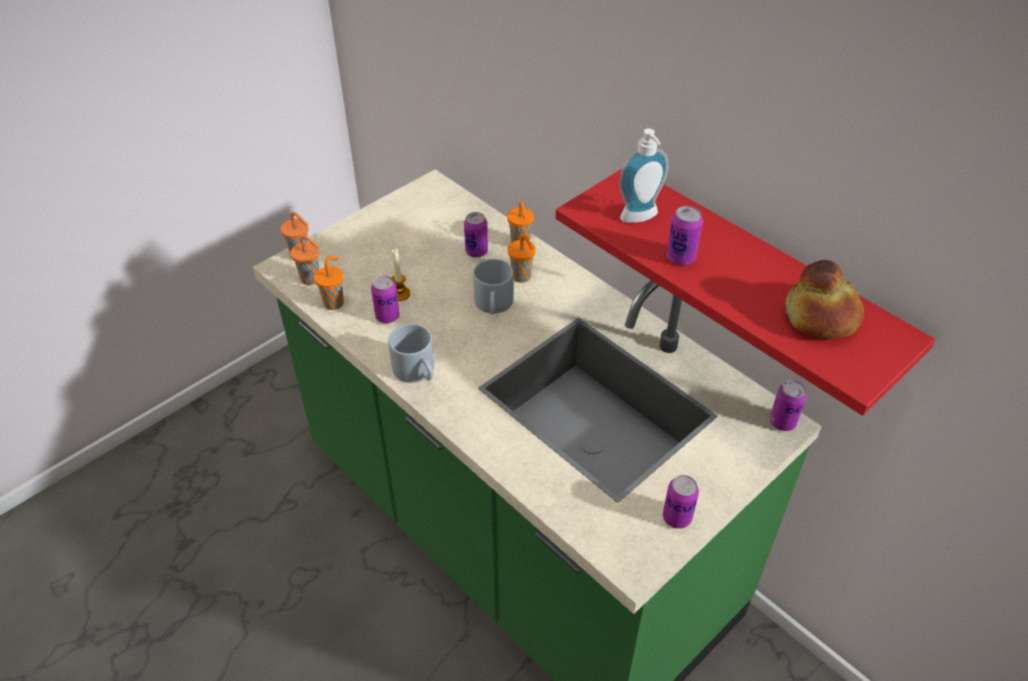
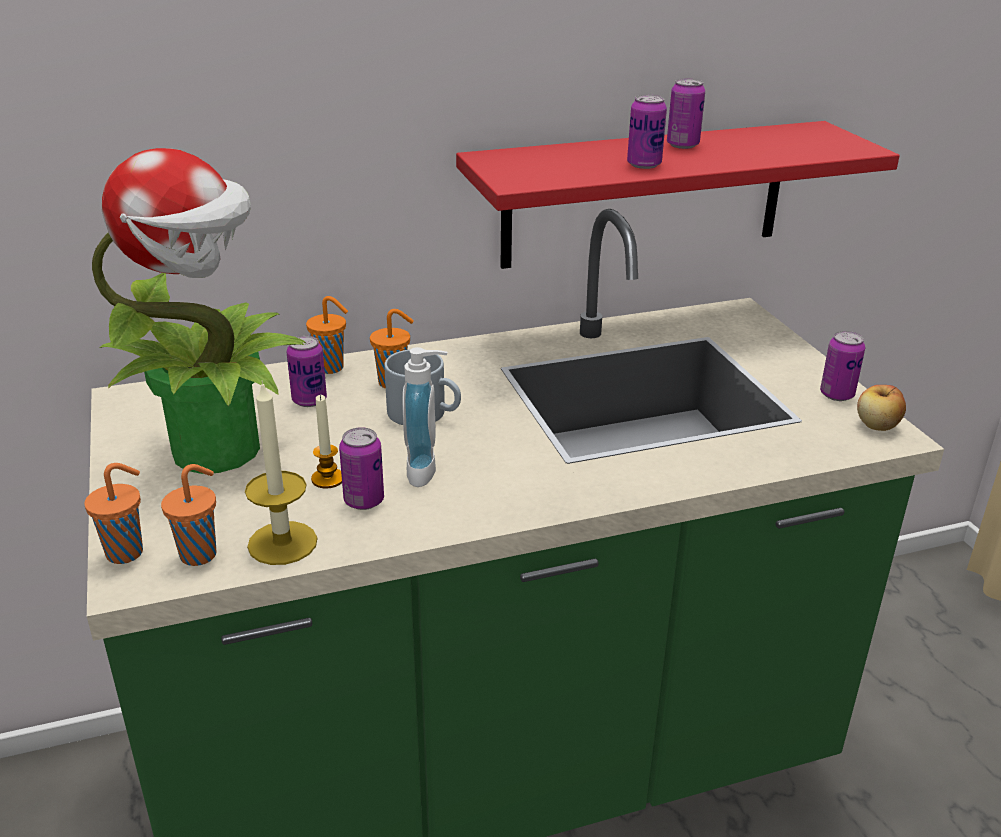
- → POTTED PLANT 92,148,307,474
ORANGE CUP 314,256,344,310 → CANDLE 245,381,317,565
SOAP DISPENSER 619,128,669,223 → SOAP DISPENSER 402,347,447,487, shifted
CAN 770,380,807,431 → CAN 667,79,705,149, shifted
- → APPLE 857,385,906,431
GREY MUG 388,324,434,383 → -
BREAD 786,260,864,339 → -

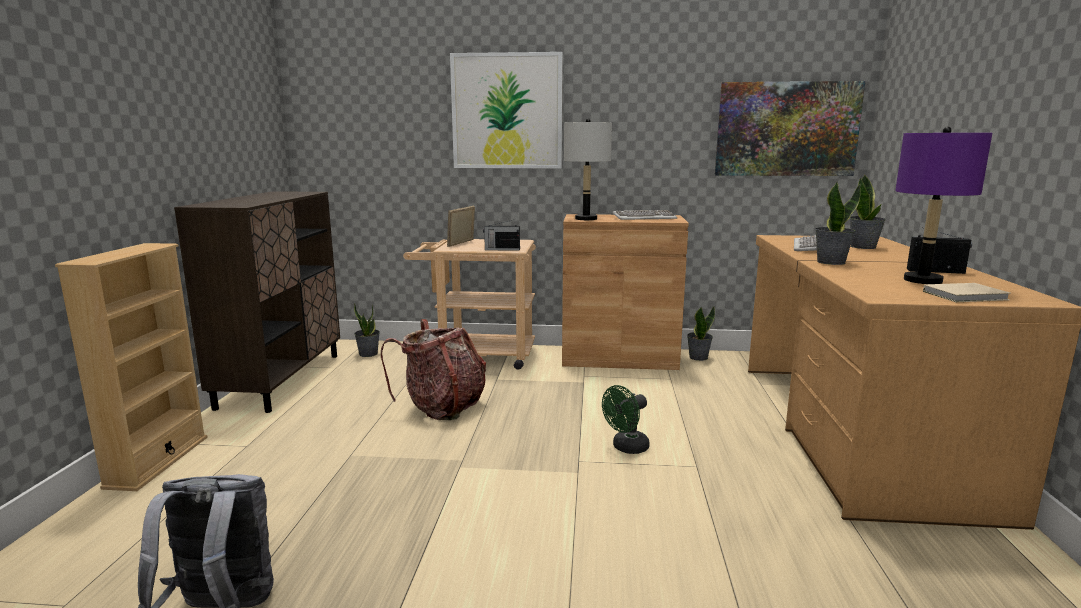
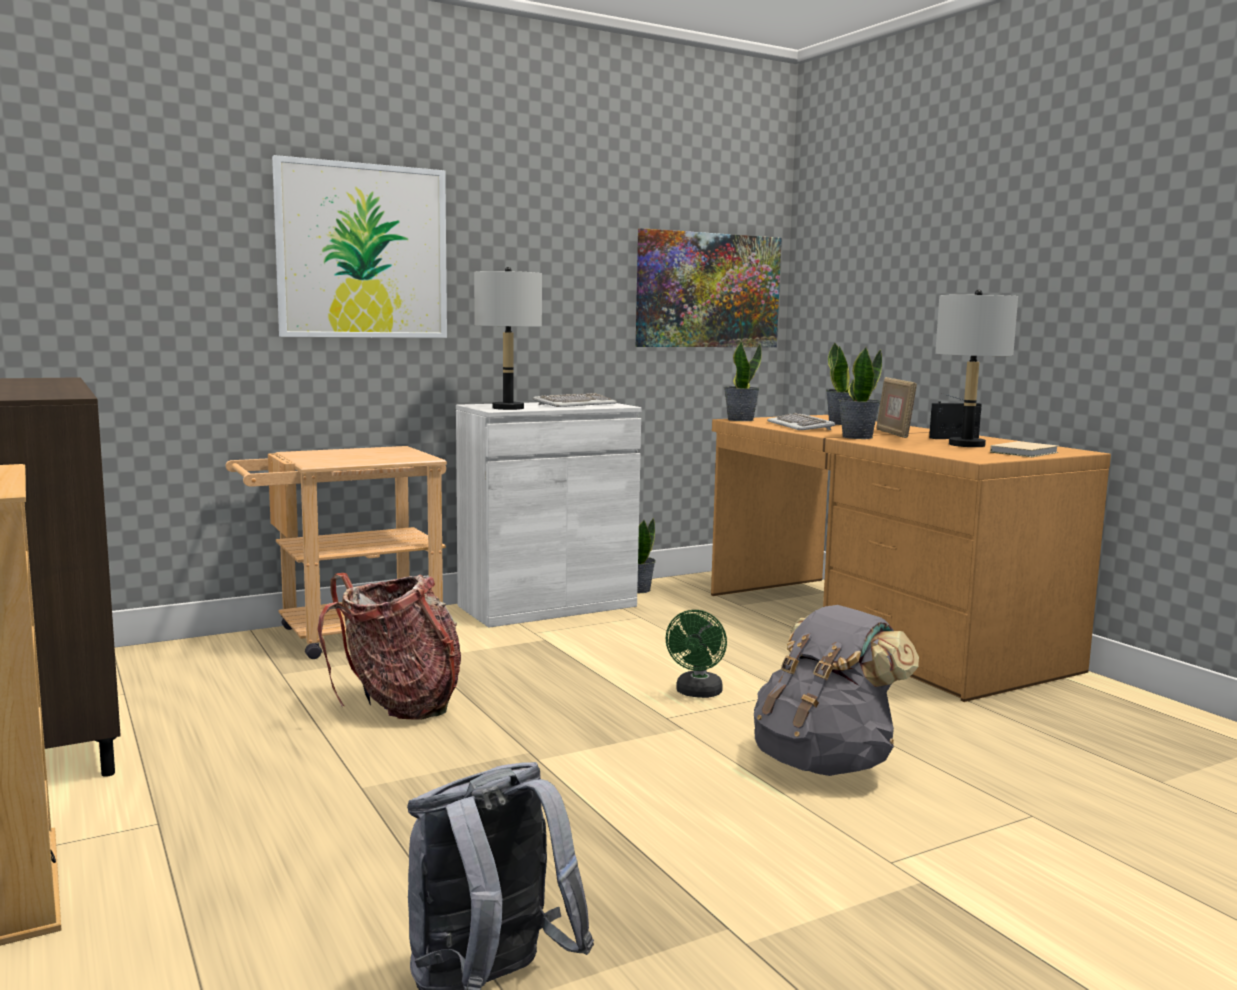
BROWN CABINET 562,214,689,370 → WHITE CABINET 456,402,641,628
POTTED PLANT 354,303,380,357 → POTTED PLANT 724,341,762,421, shifted
- → GREY BACKPACK 754,605,919,776
PICTURE FRAME 447,206,475,247 → PICTURE FRAME 876,377,917,438, shifted
PURPLE TABLE LAMP 895,127,992,284 → GREY TABLE LAMP 935,290,1018,447
RADIO 483,219,520,251 → -

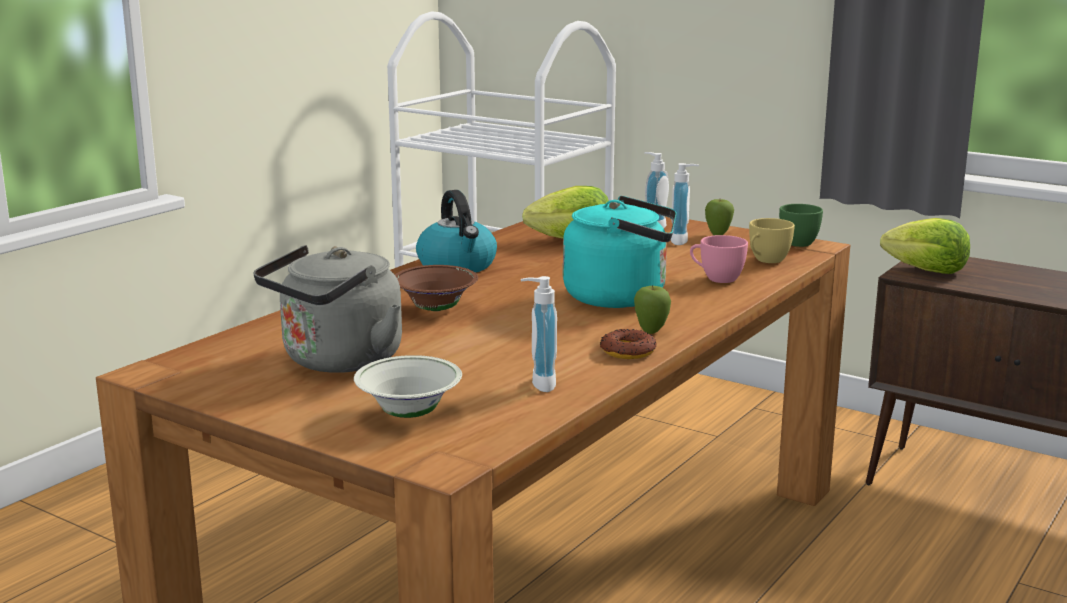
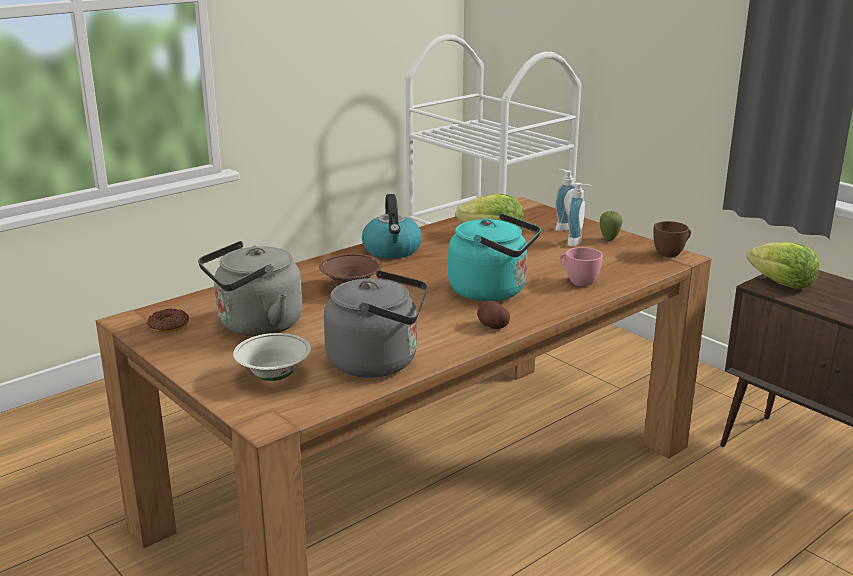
DONUT 600,329,657,359 → DONUT 147,308,189,333, shifted
SOAP DISPENSER 521,276,557,392 → GREY KETTLE 324,270,428,378
APPLE 634,285,671,334 → POTATO 477,301,510,329
GREEN CUP 779,204,823,247 → BROWN CUP 653,221,691,257
YELLOW CUP 749,218,795,263 → -

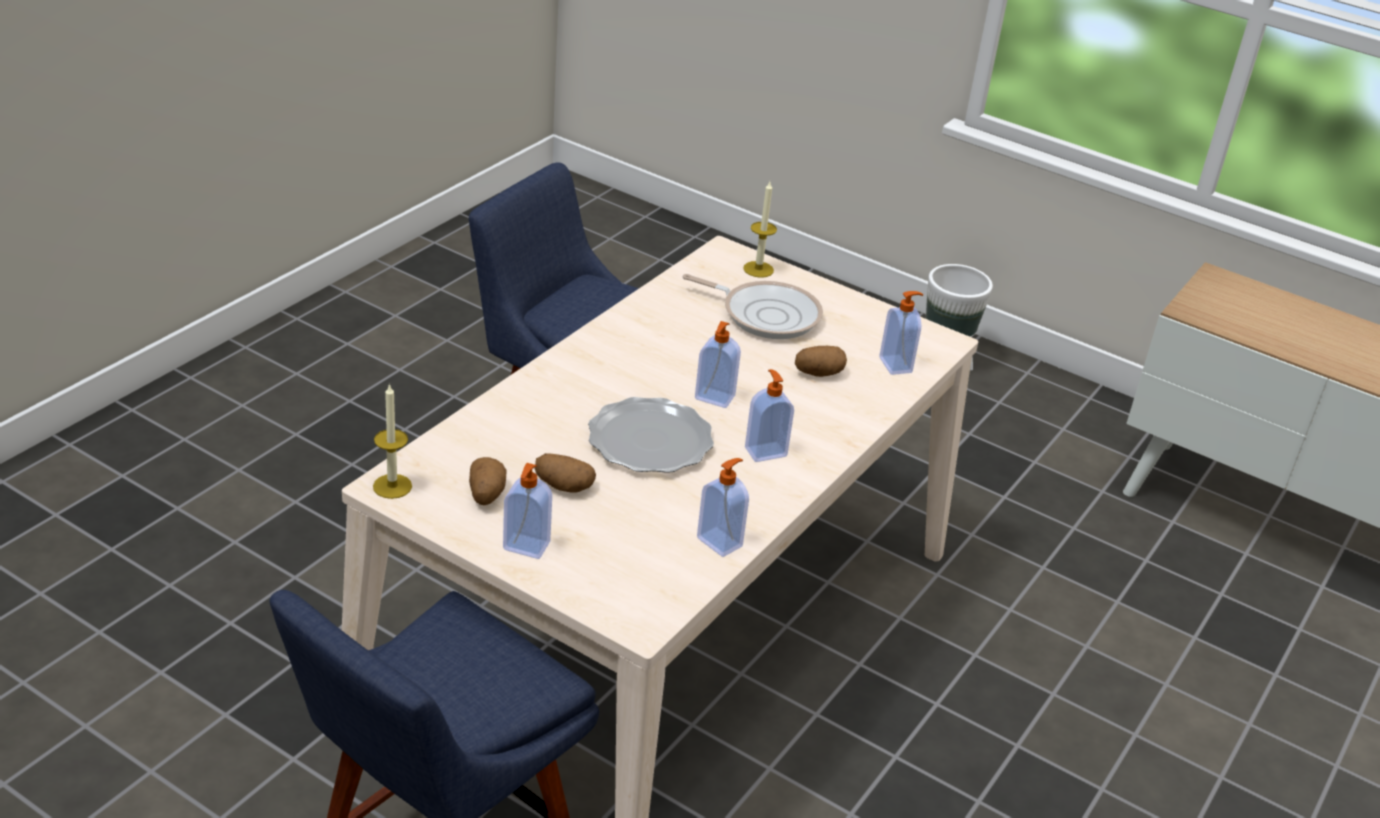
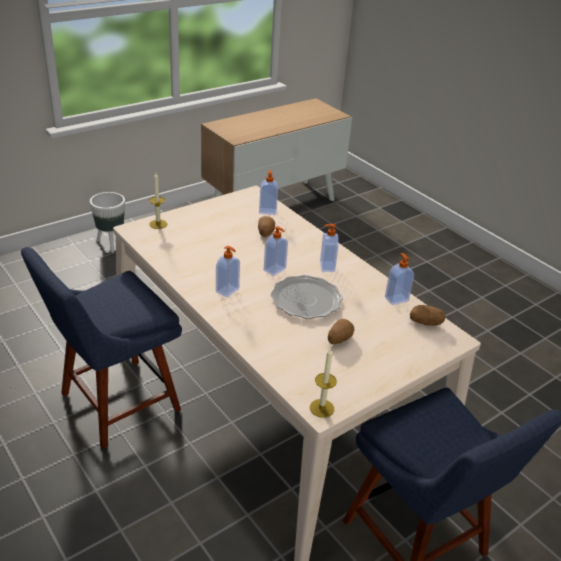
SOAP DISPENSER 503,463,552,559 → SOAP DISPENSER 216,246,240,298, shifted
POTATO 469,457,507,505 → POTATO 410,305,445,326, shifted
FRYING PAN 682,274,823,339 → -

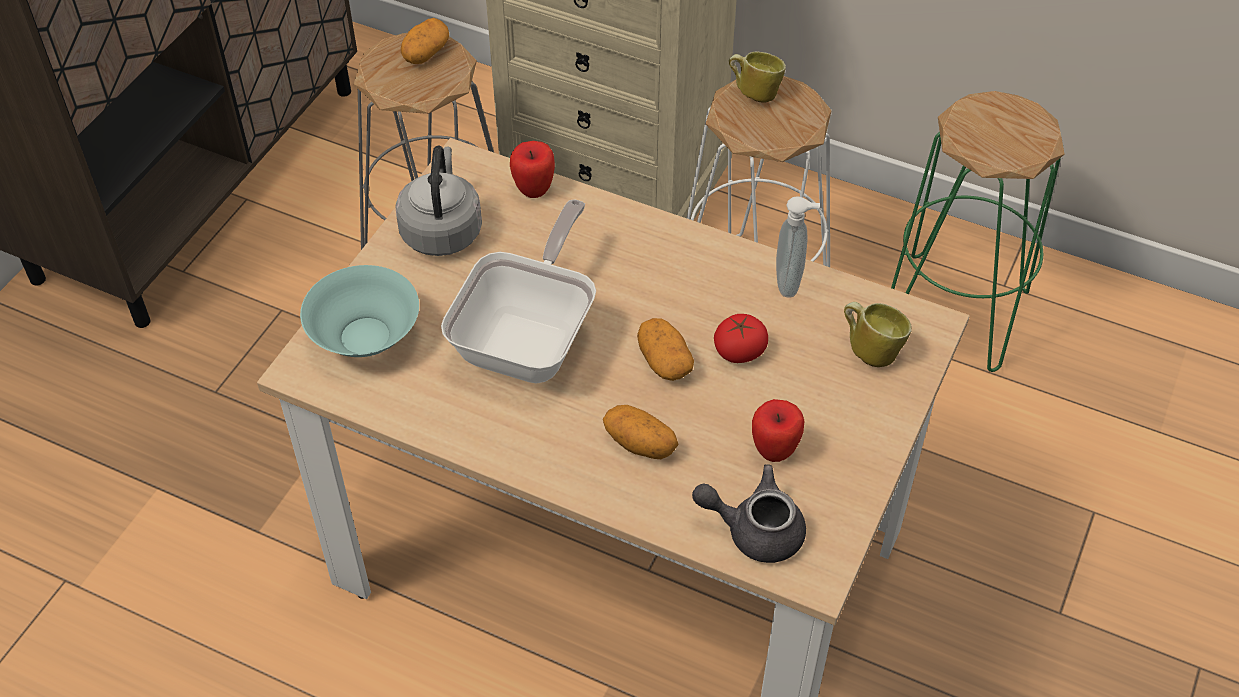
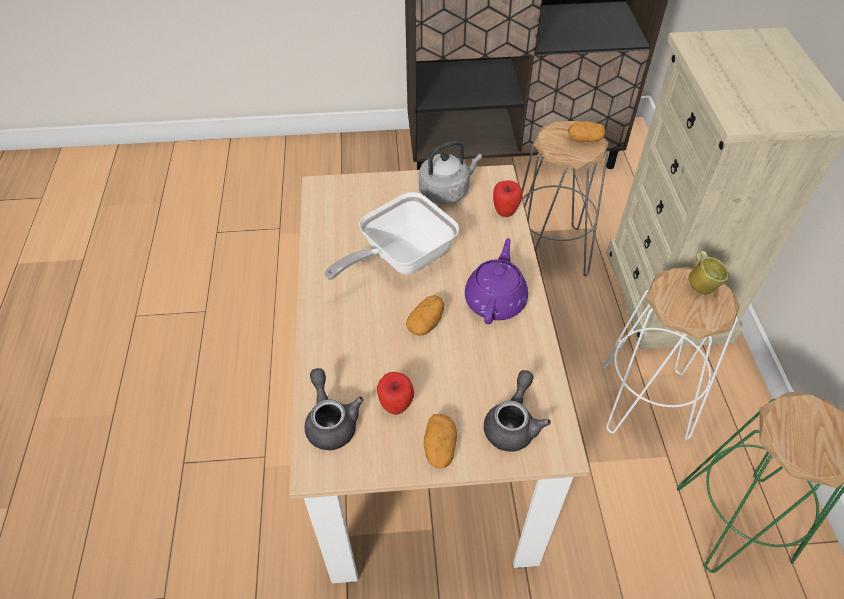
FRYING PAN 441,199,596,383 → FRYING PAN 324,192,459,280, 150 degrees clockwise
POTATO 603,405,679,459 → POTATO 424,414,457,468, shifted
- → PURPLE TEAPOT 465,238,528,324
MUG 844,302,912,367 → GREY TEAPOT 484,370,551,451
TURQUOISE BOWL 300,265,419,357 → -
TOMATO 714,314,768,363 → -
SOAP DISPENSER 776,196,820,298 → -

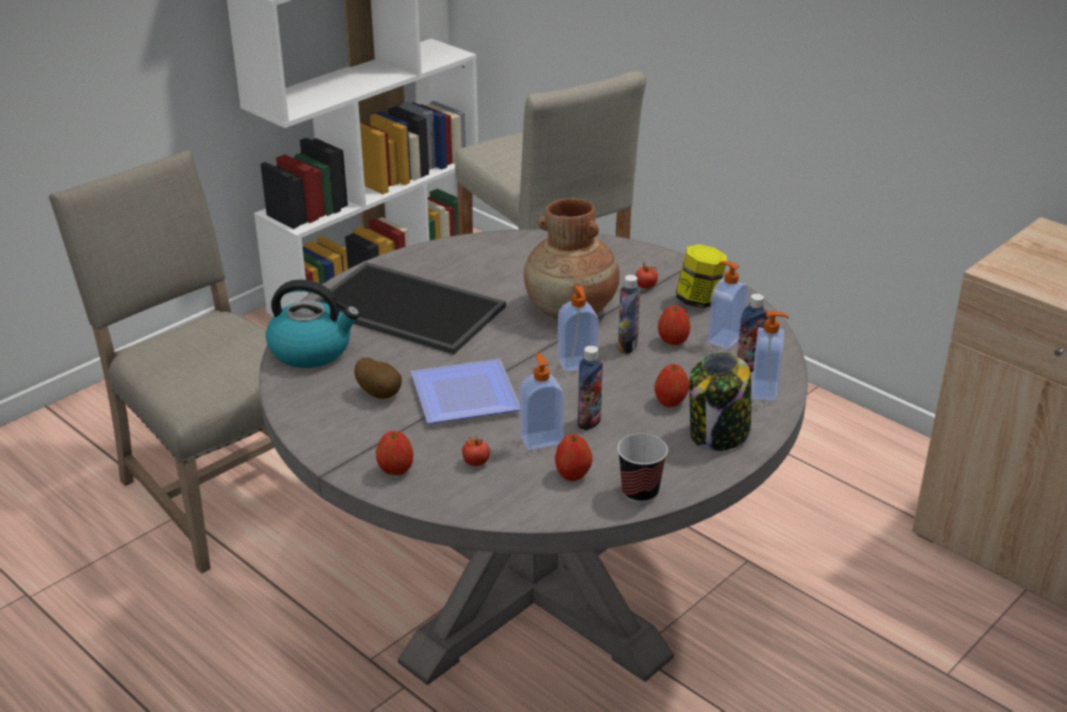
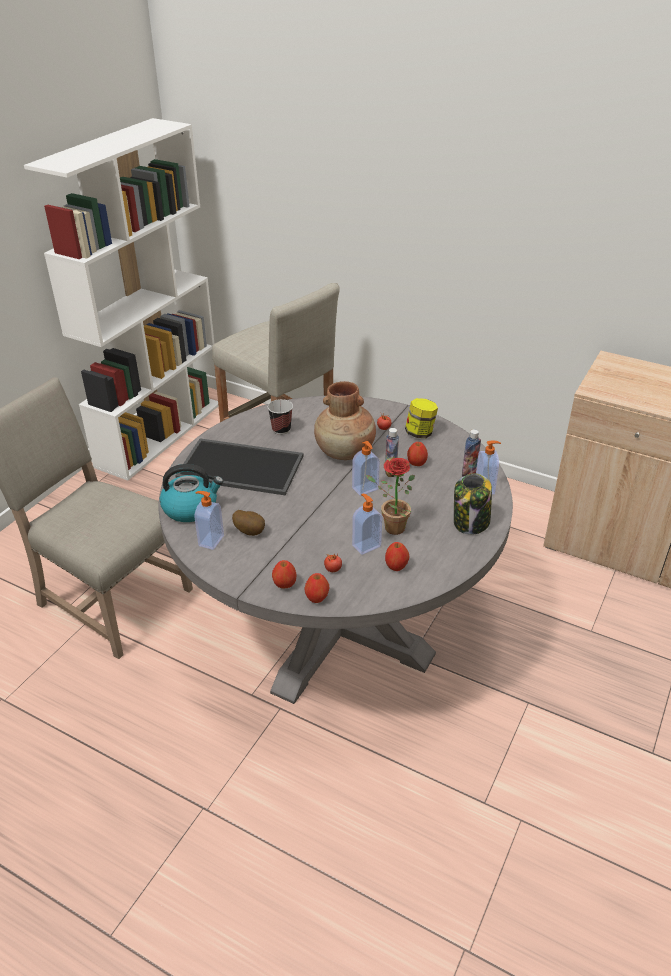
SOAP DISPENSER 708,261,748,350 → SOAP DISPENSER 195,491,224,550, shifted
CUP 617,434,668,503 → CUP 268,399,293,435, shifted
APPLE 655,364,689,407 → APPLE 305,573,329,603, shifted
BOTTLE 578,346,603,430 → POTTED PLANT 366,458,415,535
PLATE 411,359,520,424 → -

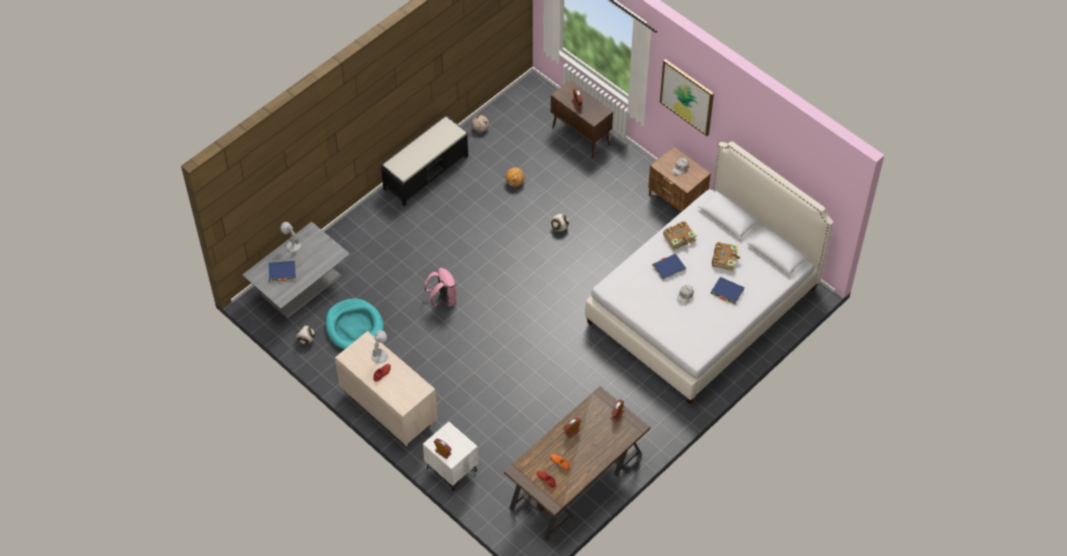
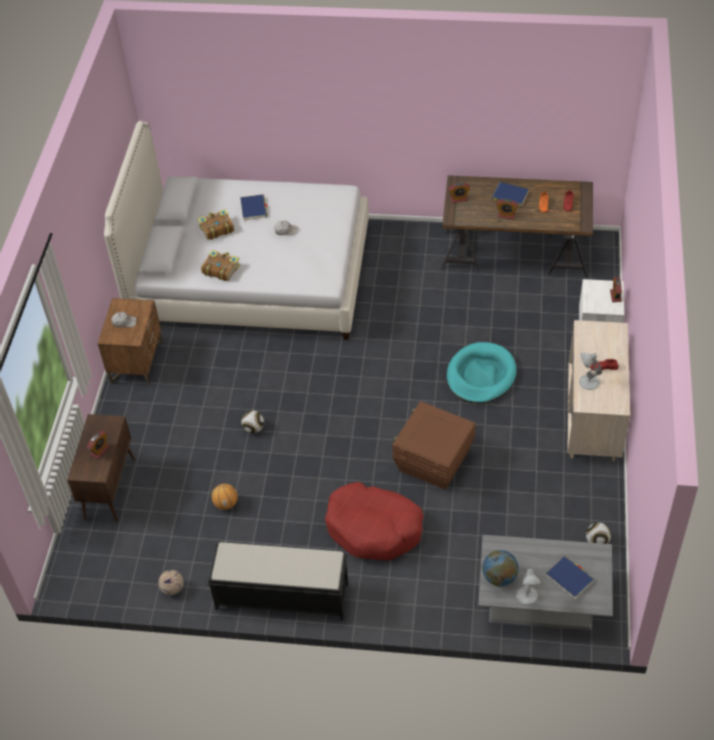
- → RED DOG BED 325,482,424,560
PINK BACKPACK 424,268,457,308 → BROWN STORAGE BOX 392,401,476,490
TURQUOISE DOG BED 325,298,384,350 → TURQUOISE DOG BED 447,342,517,403, shifted
- → GLOBE 482,550,519,586
BLUE BOOK 652,253,686,280 → BLUE BOOK 492,182,529,207, shifted
PICTURE 660,59,714,136 → -

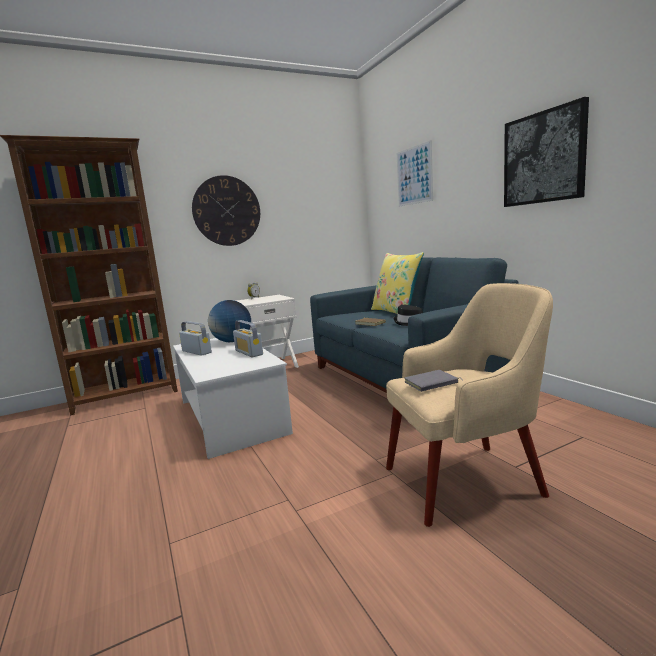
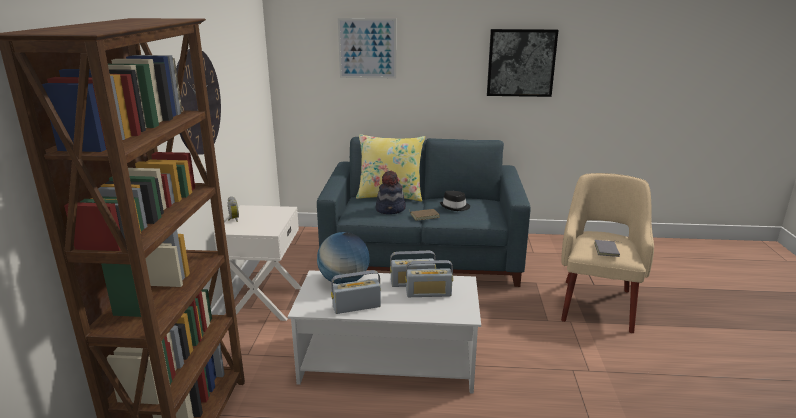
- → HAT 375,171,406,214
- → RADIO 405,260,453,297

